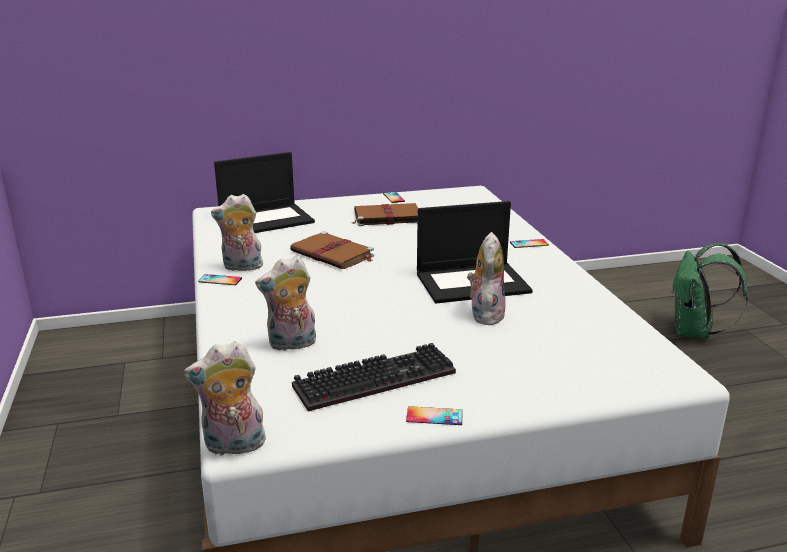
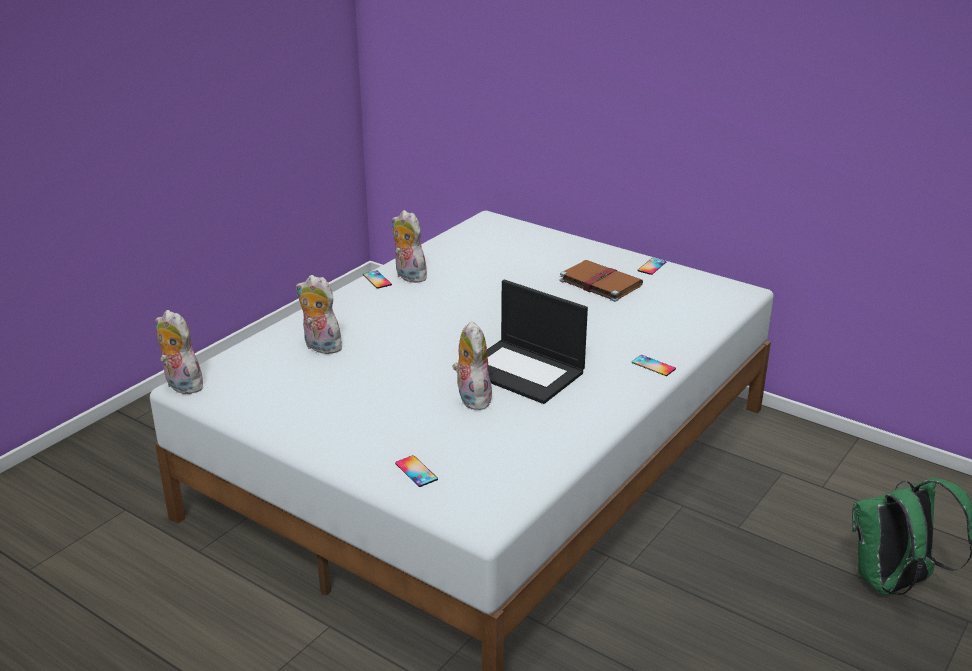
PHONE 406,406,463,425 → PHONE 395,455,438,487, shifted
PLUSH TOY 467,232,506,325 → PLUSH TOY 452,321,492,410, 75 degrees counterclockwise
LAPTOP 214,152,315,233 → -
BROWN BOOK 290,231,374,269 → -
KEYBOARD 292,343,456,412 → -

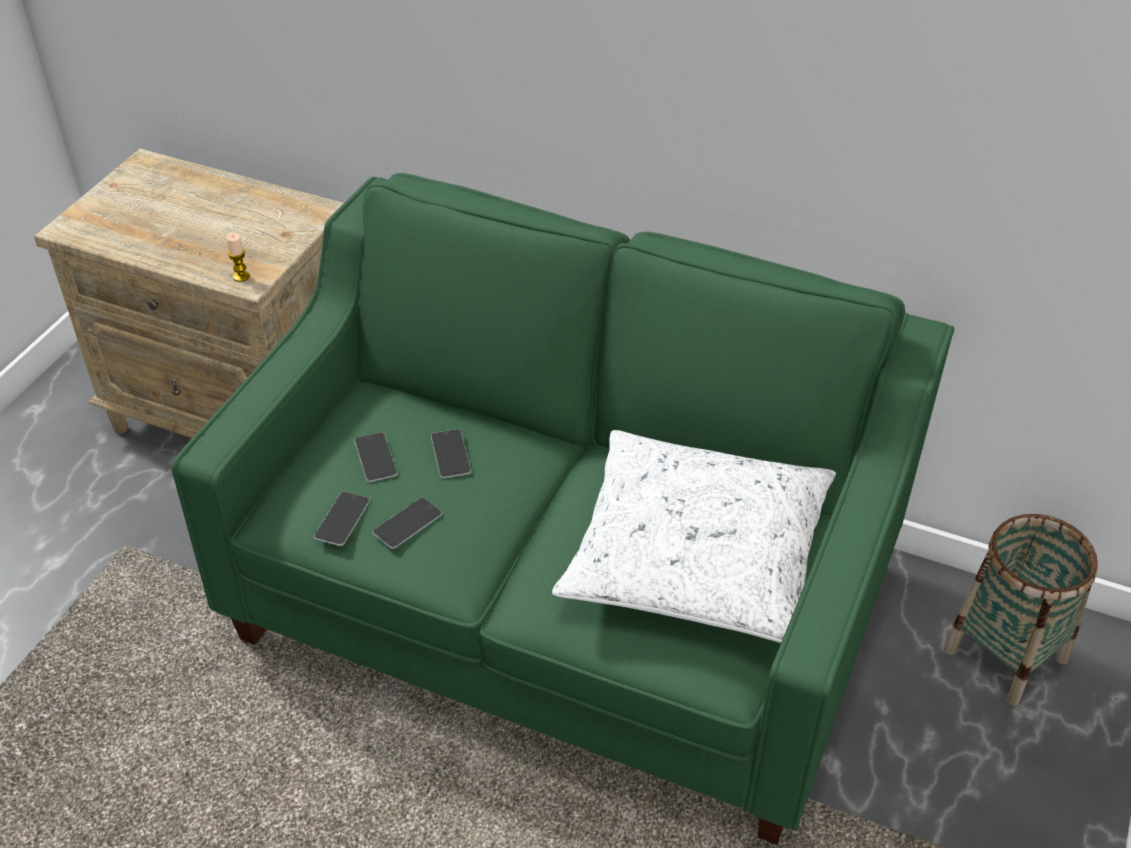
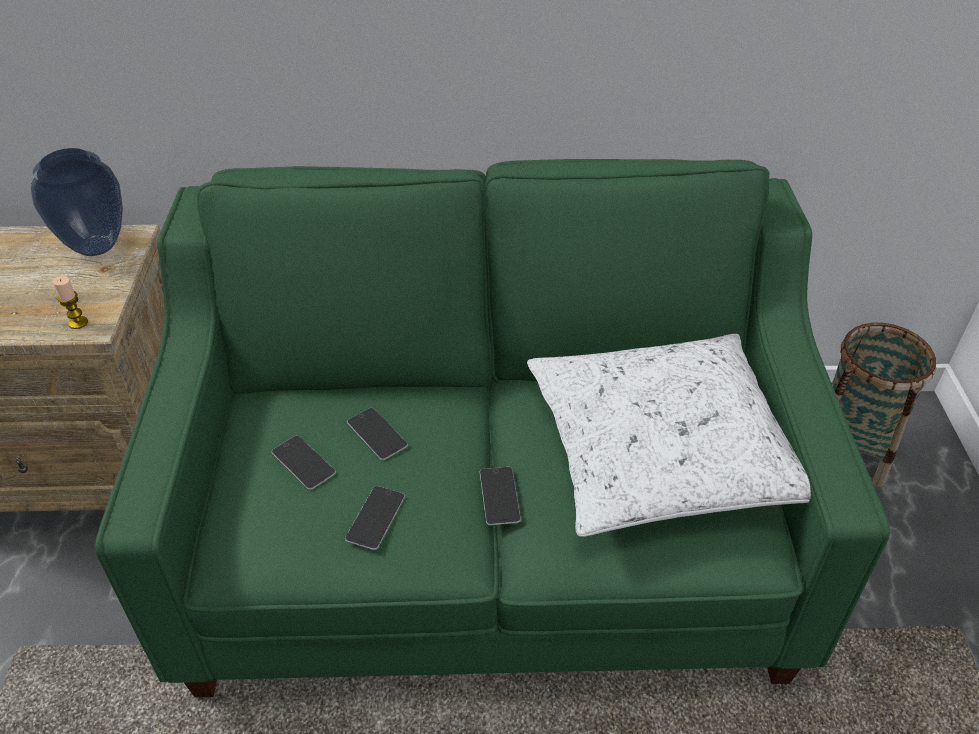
- → VASE 31,148,123,256
PHONE 314,492,370,546 → PHONE 480,467,521,525, shifted

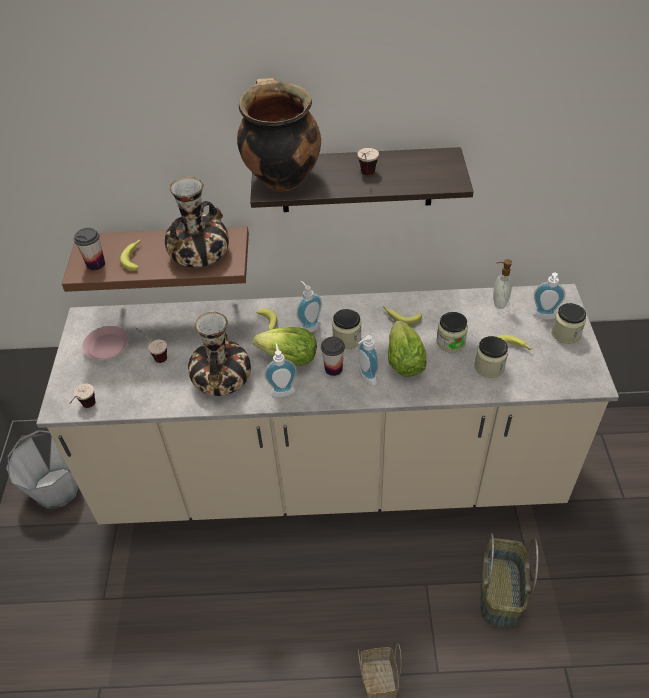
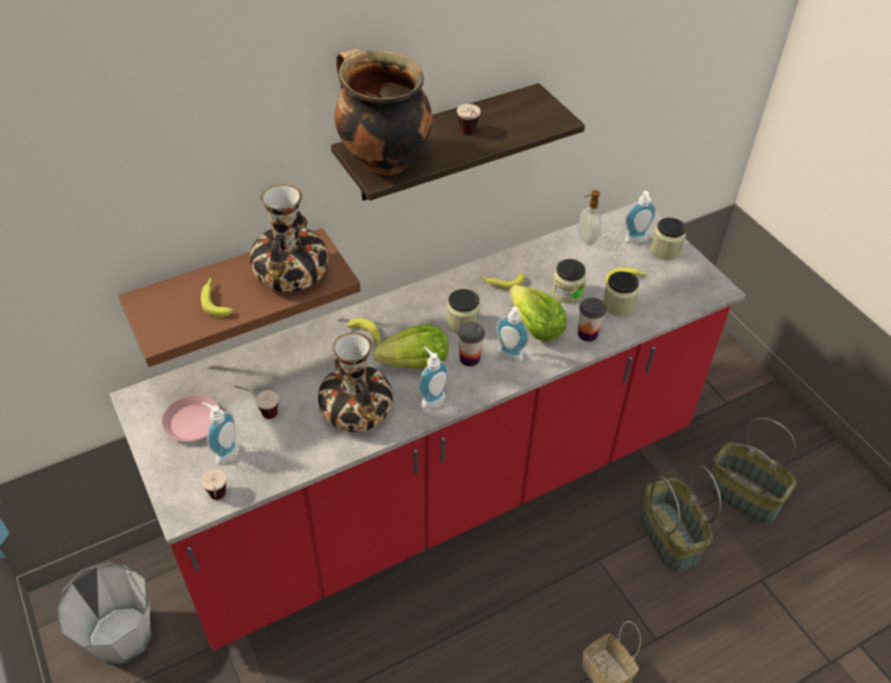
BEIGE COUNTER 36,284,619,524 → RED COUNTER 110,202,746,651
SOAP DISPENSER 297,281,322,332 → SOAP DISPENSER 202,402,238,465, shifted
CUP 74,228,105,270 → CUP 578,298,606,342, shifted
- → BASKET 706,418,796,525

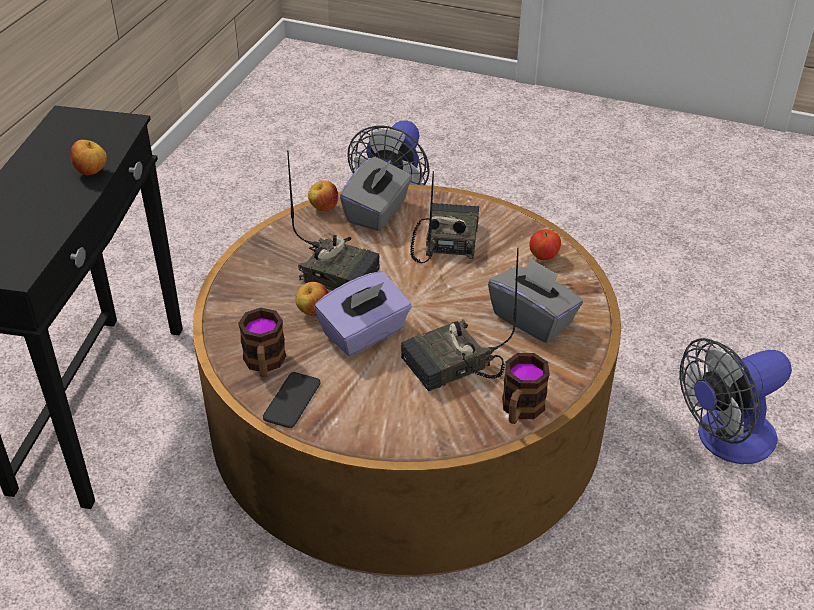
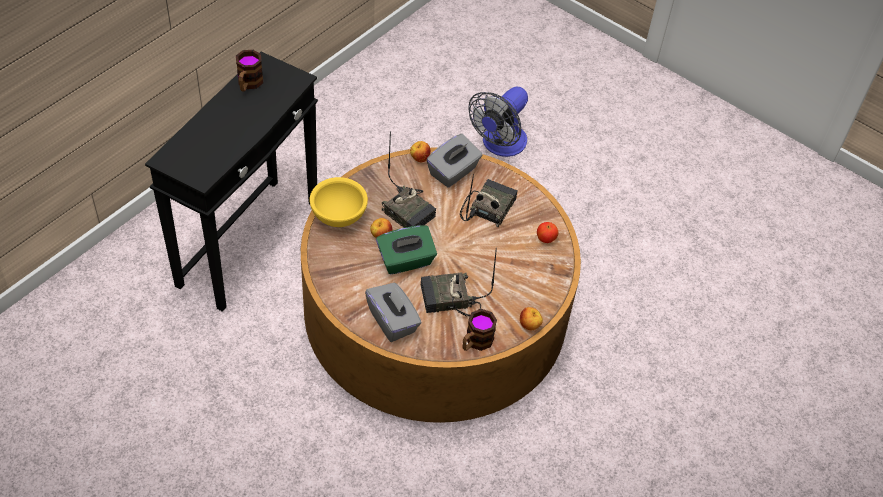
MUG 238,308,286,377 → MUG 236,50,263,92, shifted
- → YELLOW BOWL 309,177,368,227
GREY TISSUE BOX 488,258,583,343 → GREY TISSUE BOX 365,282,422,342, shifted
PURPLE TISSUE BOX 314,271,411,356 → GREEN TISSUE BOX 376,225,437,275
APPLE 70,140,107,175 → APPLE 520,307,543,330, shifted
PHONE 263,372,320,428 → -
FAN 679,338,792,464 → -

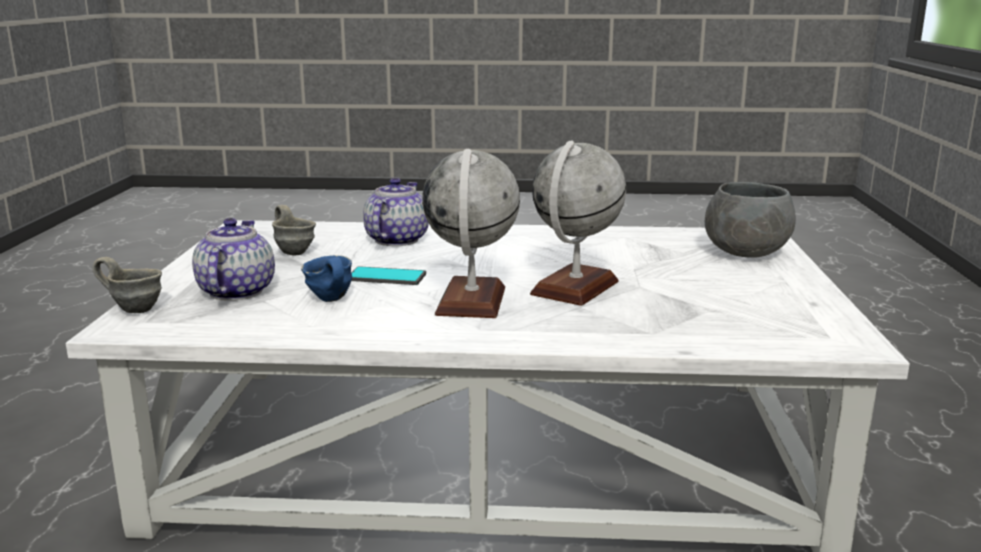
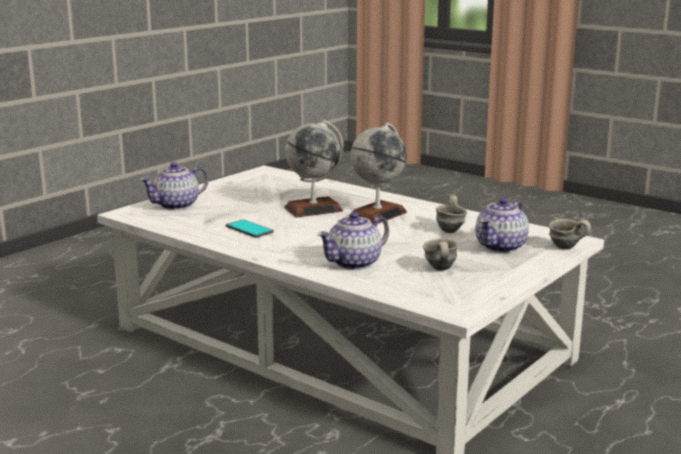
GREY BOWL 705,182,796,258 → TEAPOT 140,162,209,210
PHONE 351,266,426,285 → PHONE 226,219,274,238, shifted
BLUE MUG 301,255,352,302 → GREY MUG 436,195,467,233

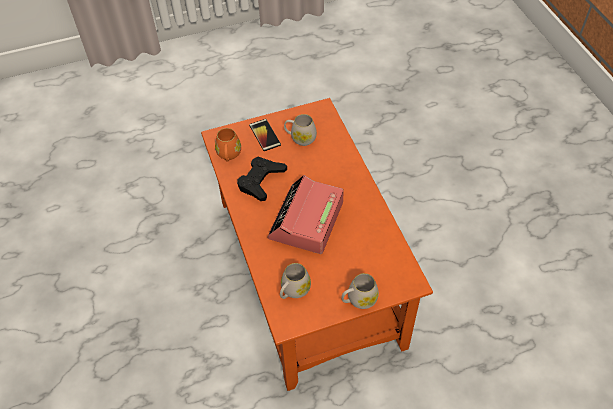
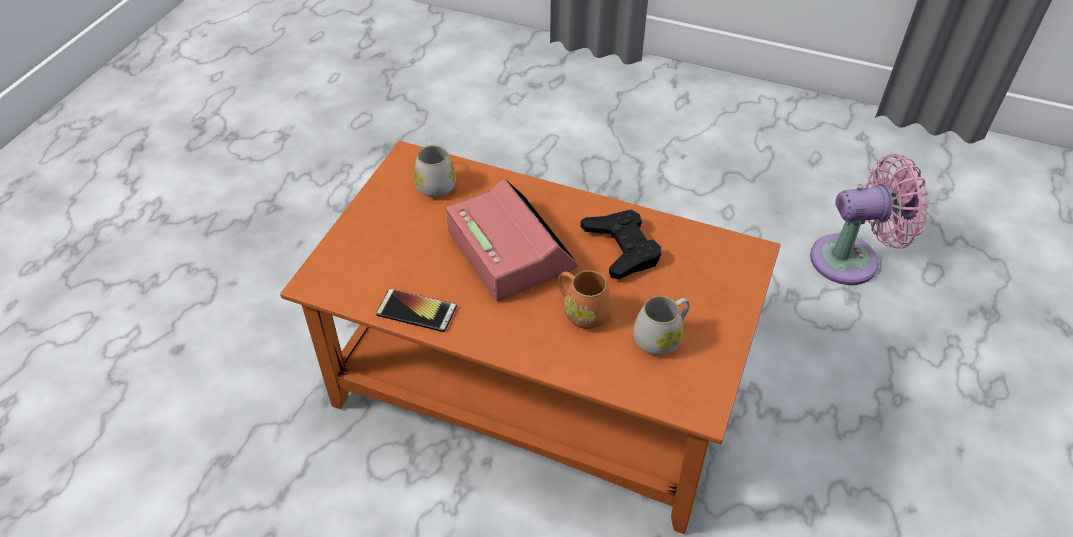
PHONE 249,119,281,151 → PHONE 376,289,457,332, shifted
ORANGE MUG 215,128,241,162 → ORANGE MUG 558,271,612,329, shifted
- → PINK FAN 810,154,929,285
WHITE MUG 341,273,379,309 → -

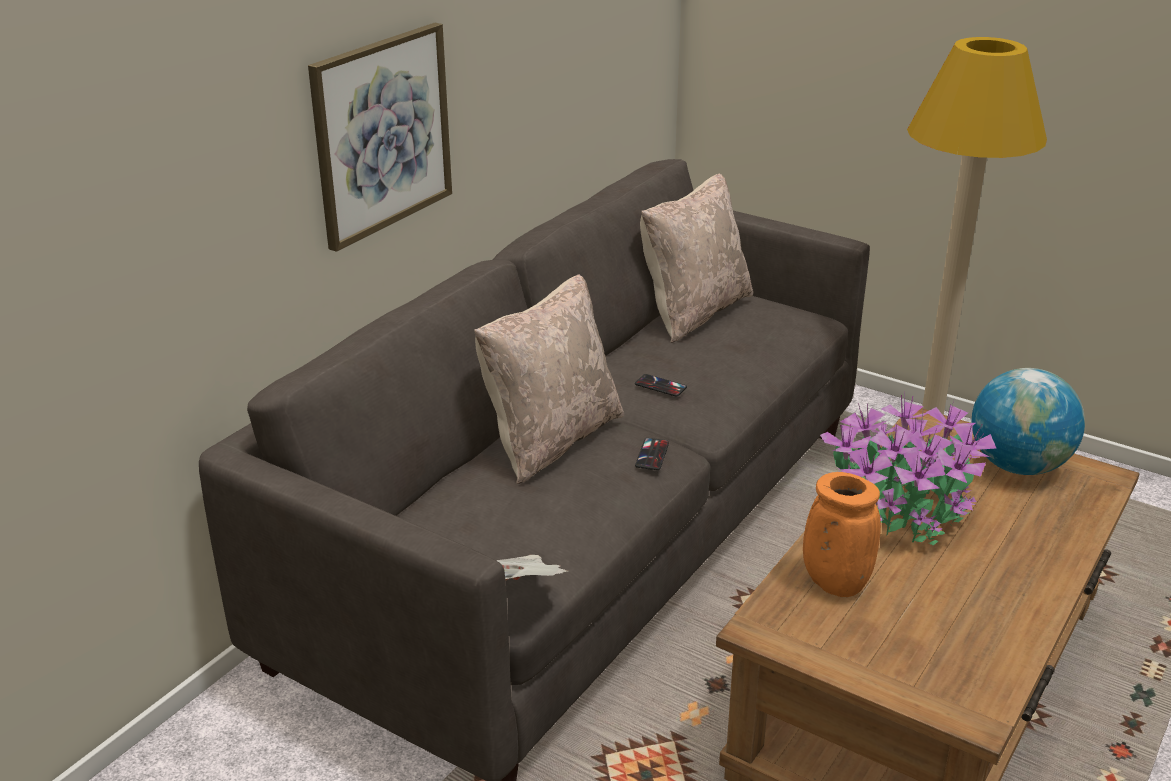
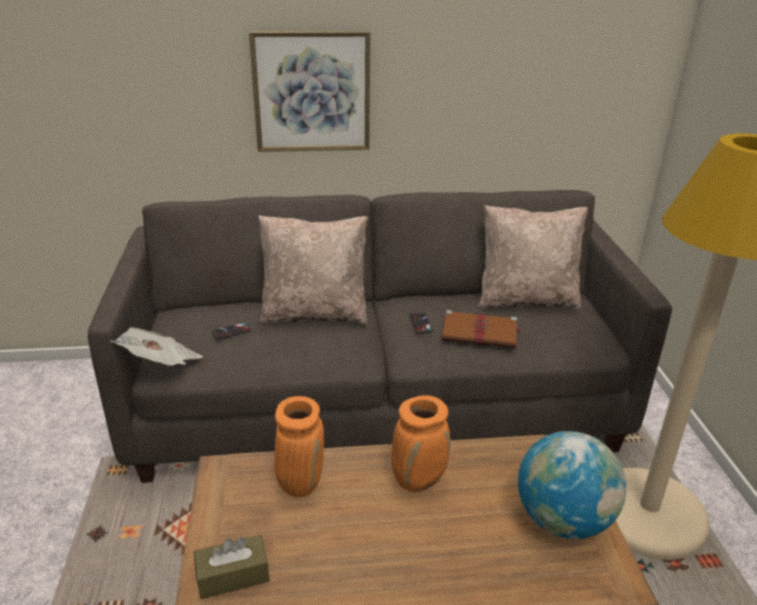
- → BROWN TISSUE BOX 194,535,270,599
PHONE 635,438,669,470 → PHONE 212,322,252,339, shifted
POTTED PLANT 820,395,996,545 → ORANGE VASE 391,395,450,492
- → BROWN BOOK 442,310,522,349

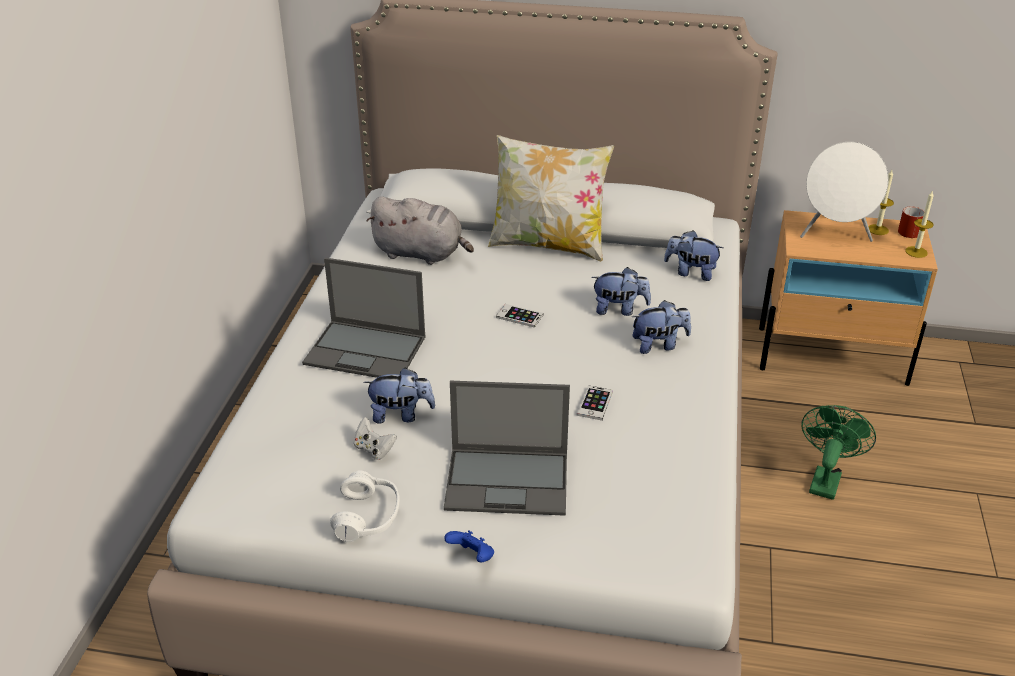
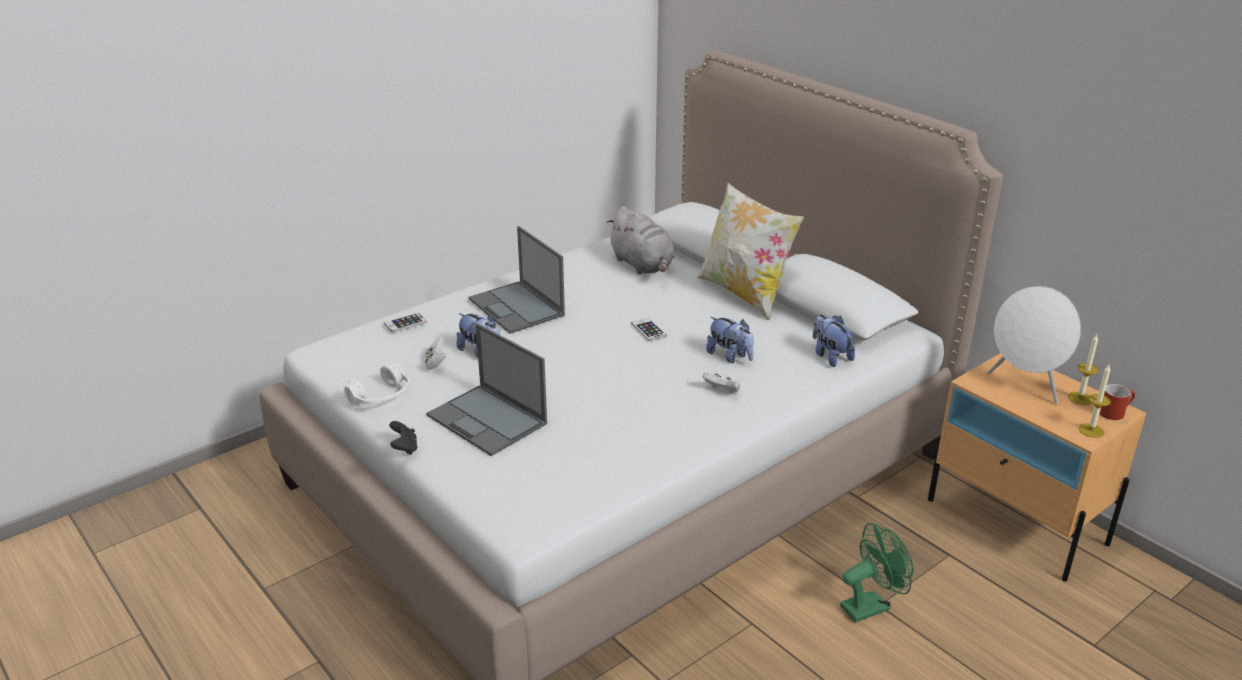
PHONE 577,385,613,421 → PHONE 384,313,427,333, shifted
BLUE GAME CONTROLLER 444,530,494,562 → BLACK GAME CONTROLLER 389,421,417,455
PLUSH TOY 632,300,691,354 → WHITE GAME CONTROLLER 703,373,740,393

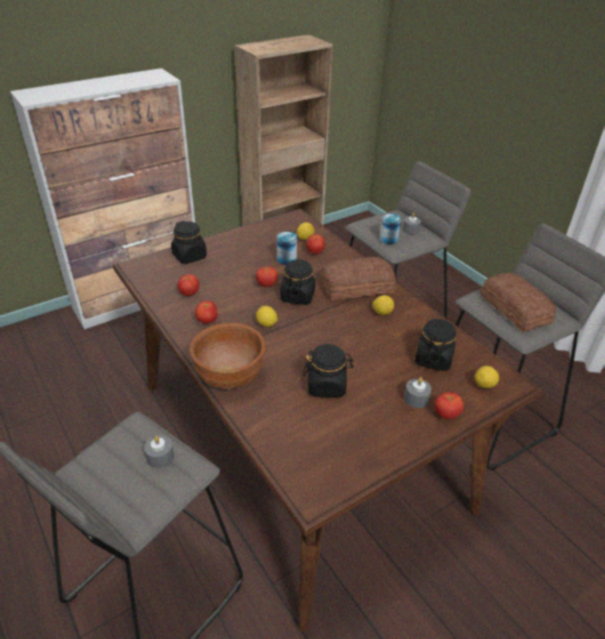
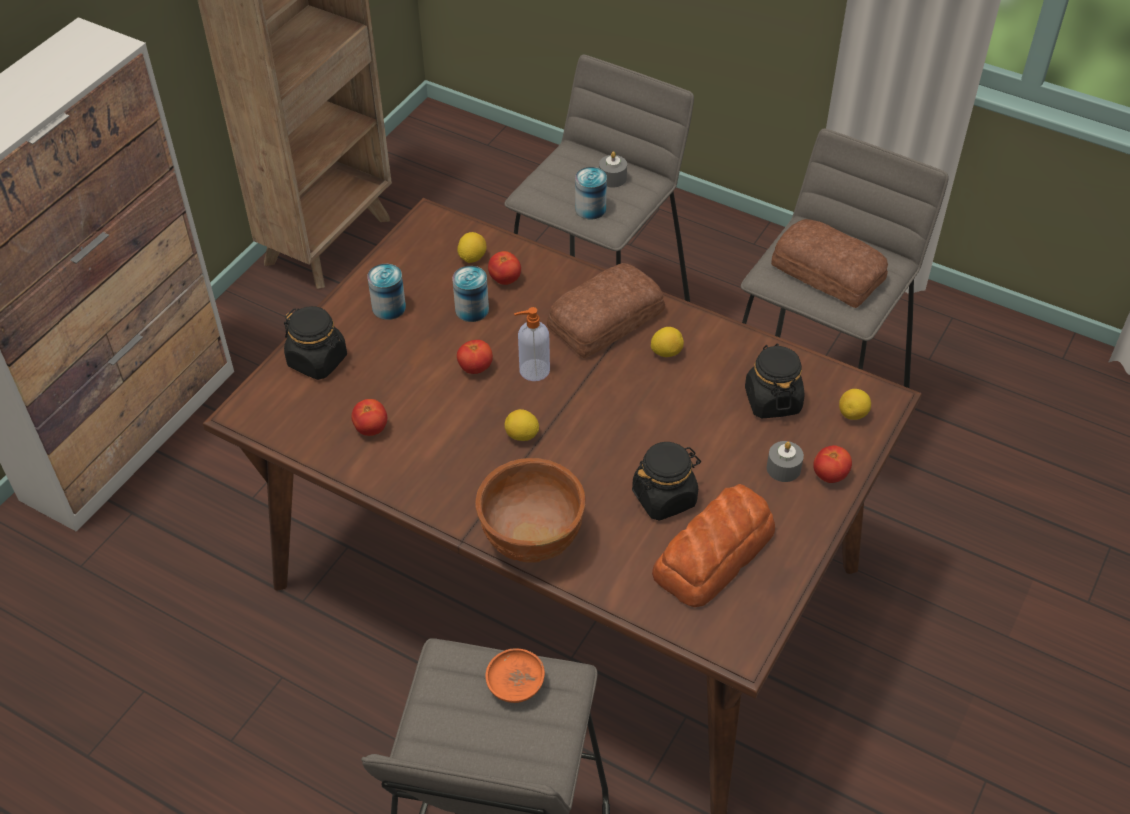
- → CAN 367,264,406,320
GREY CANDLE 144,435,174,468 → ORANGE BOWL 485,649,545,703
BLACK JAR 280,259,315,305 → SOAP DISPENSER 514,307,550,381
- → BREAD 652,484,775,607
TOMATO 195,301,218,324 → -

